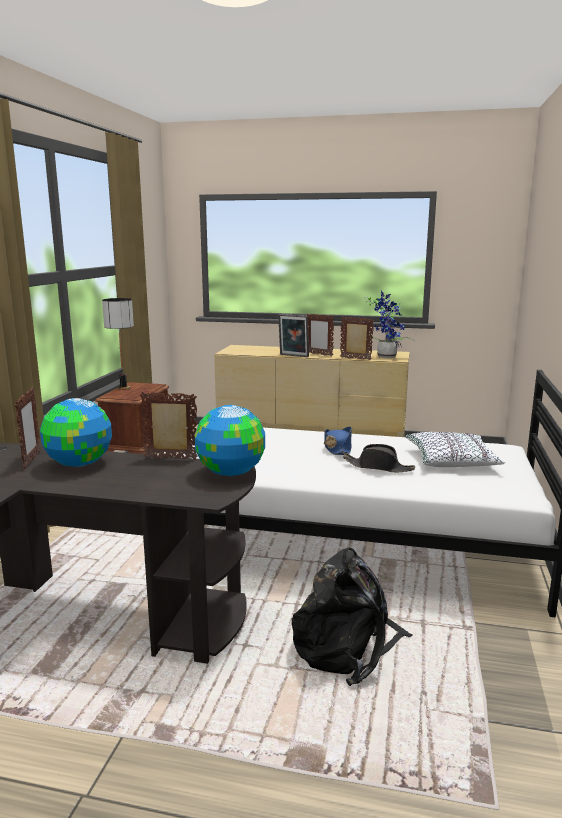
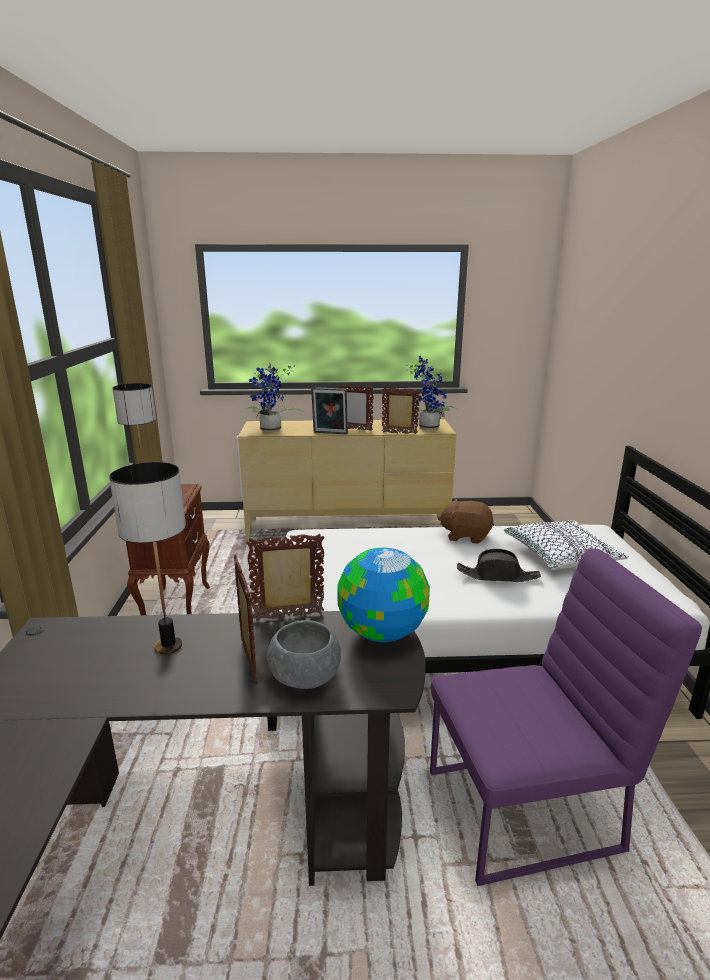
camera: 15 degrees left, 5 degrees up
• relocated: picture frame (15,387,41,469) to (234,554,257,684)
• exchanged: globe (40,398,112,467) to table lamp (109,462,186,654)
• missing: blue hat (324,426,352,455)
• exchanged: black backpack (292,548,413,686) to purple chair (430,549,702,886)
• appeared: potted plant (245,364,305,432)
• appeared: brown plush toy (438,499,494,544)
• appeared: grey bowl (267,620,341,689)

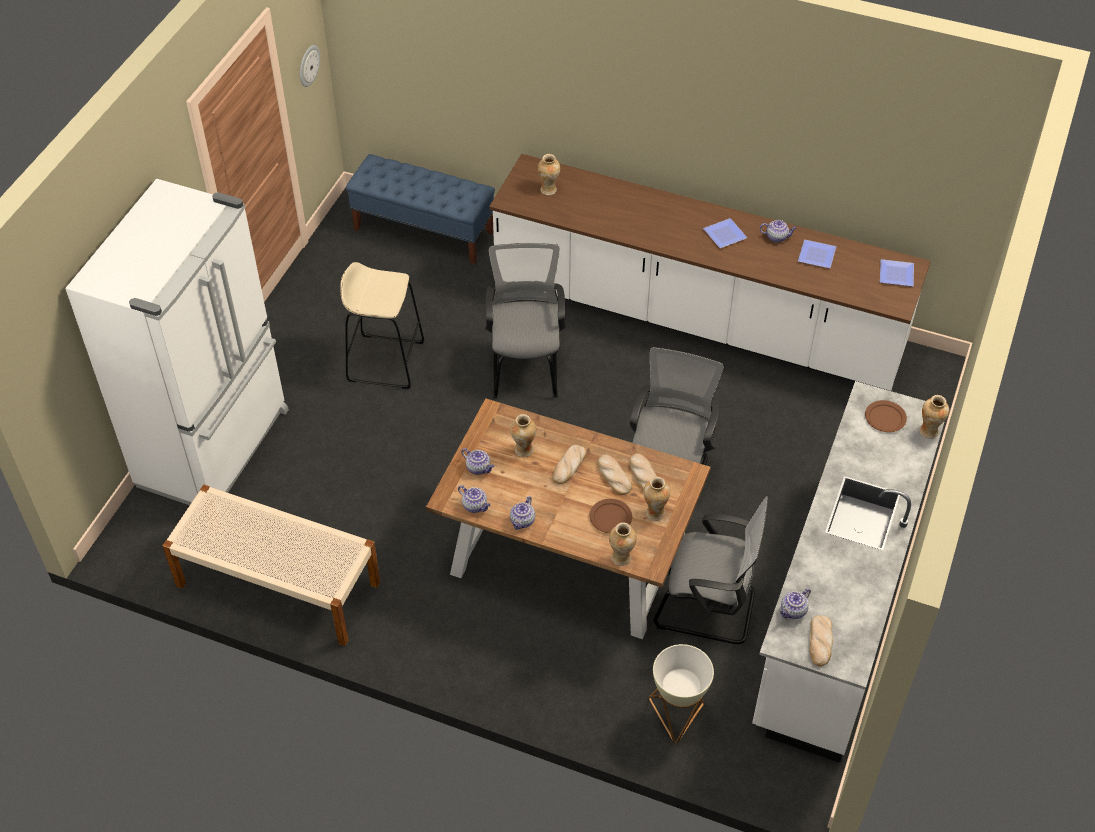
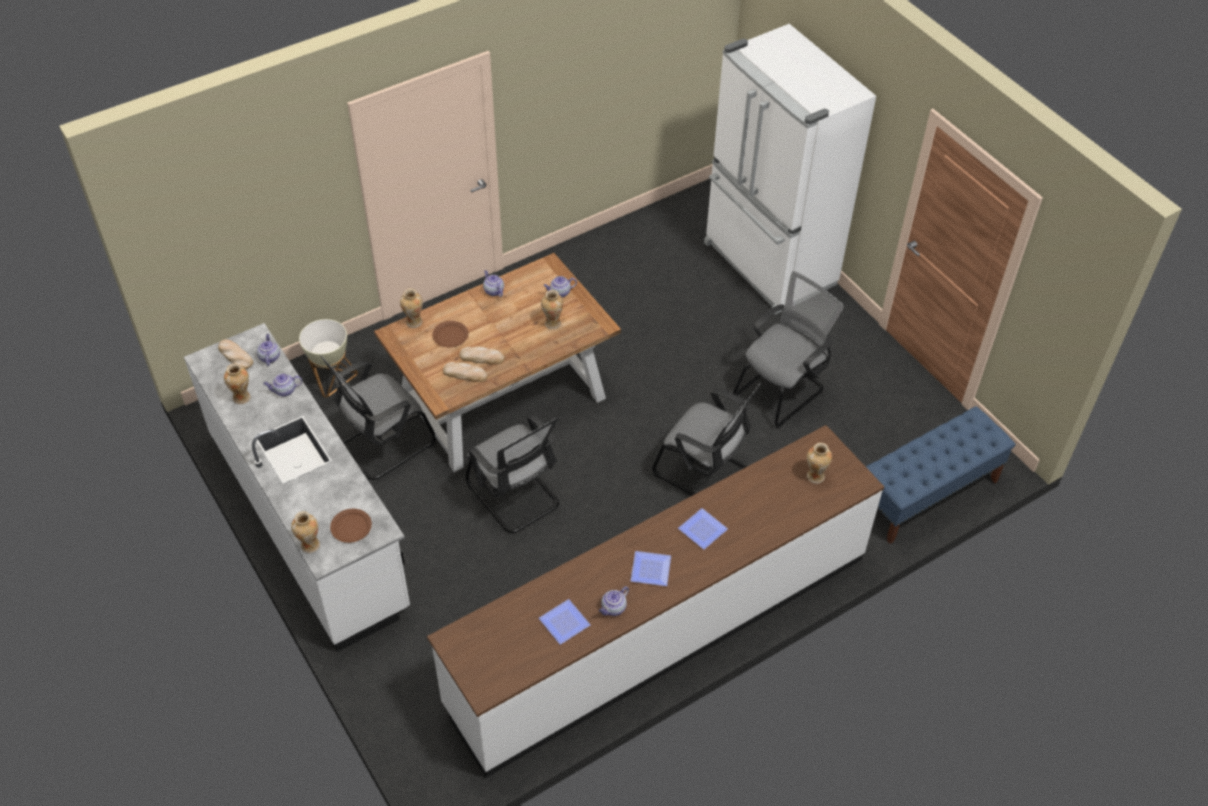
camera: 125 degrees right, 0 degrees up
• missing: wall clock (300,45,320,87)
• relocated: plate (880,259,914,287) to (678,508,728,549)
• exchanged: beige stool (341,262,424,389) to chair (733,271,844,429)
• missing: bread (552,445,586,484)
• relocated: vase (643,477,670,521) to (224,363,251,404)
• missing: beige bench (162,484,381,646)
• relocated: teapot (458,485,491,513) to (264,373,302,397)

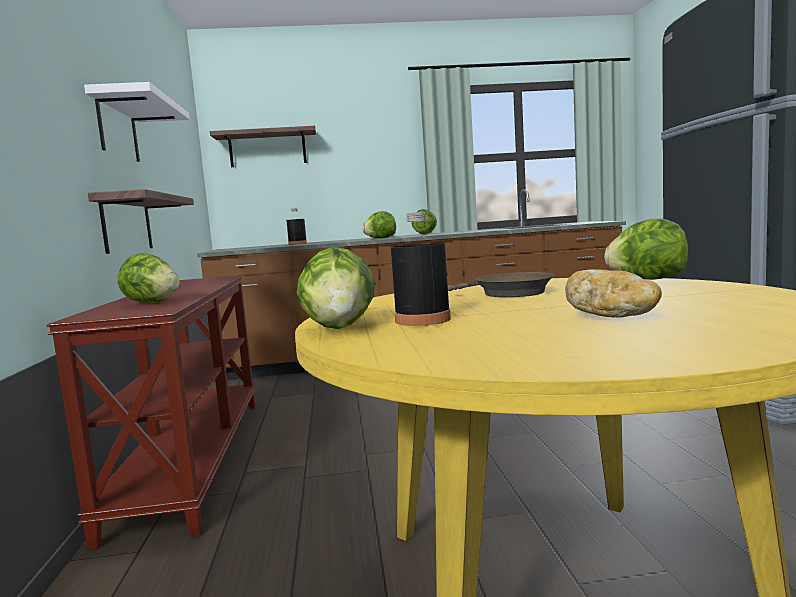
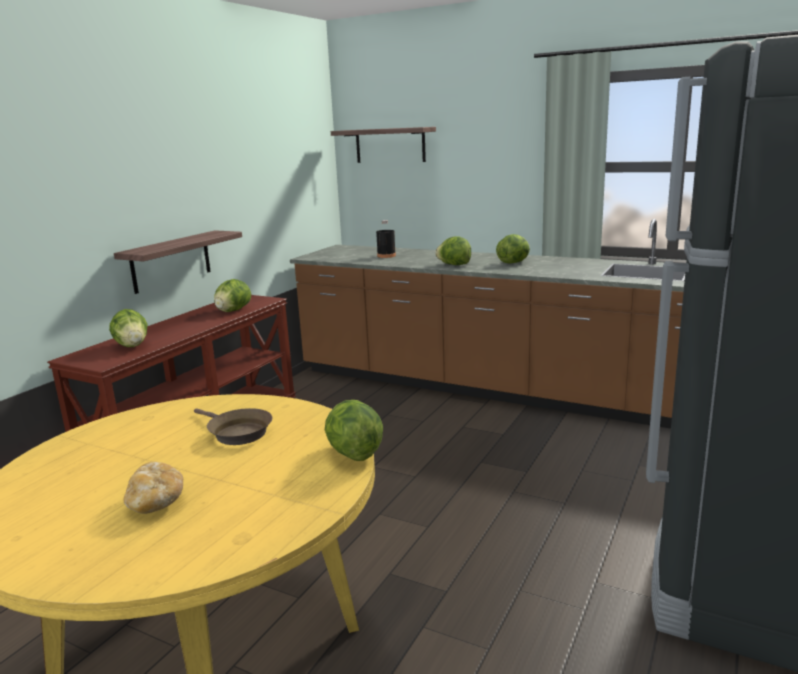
camera: 35 degrees right, 10 degrees up
• missing: white shelf (84,82,190,162)
• missing: black bottle (391,212,451,326)
• relocated: lettuce (296,247,375,329) to (214,279,251,312)

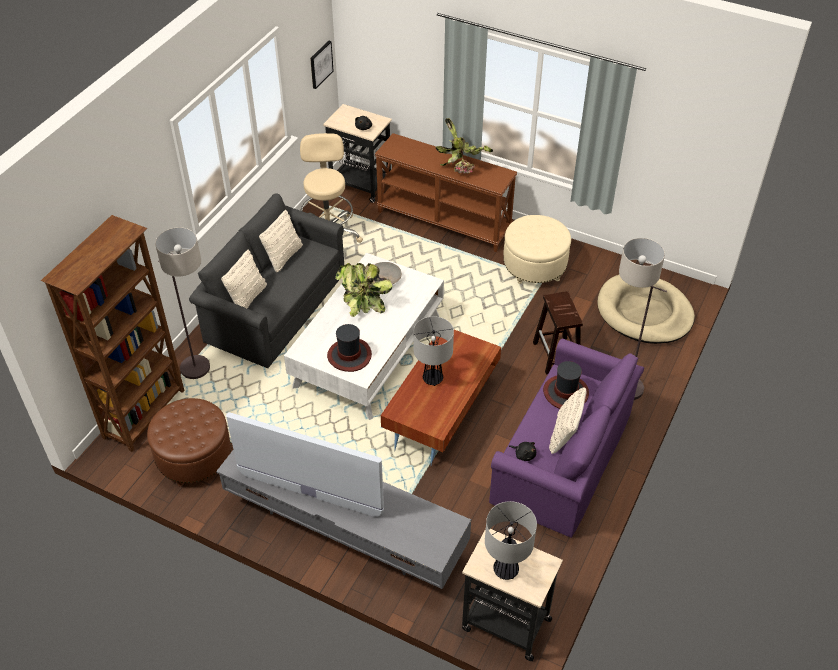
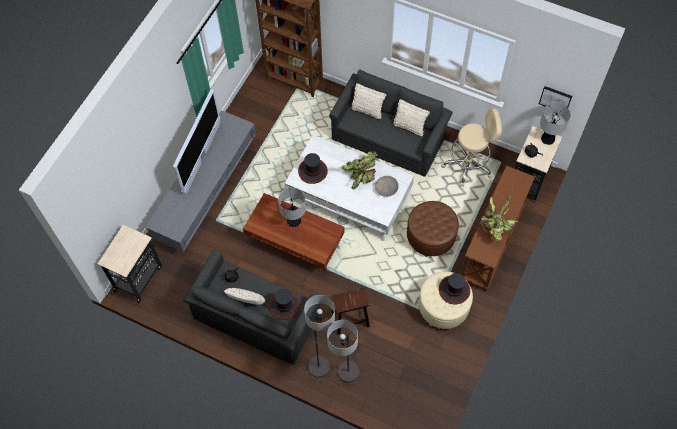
camera: 90 degrees right, 15 degrees up
• relocated: grey floor lamp (155,227,210,379) to (327,320,359,383)
• missing: beige dog bed (597,275,695,344)
• colour: purple sofa (489,339,644,538) to grey sofa (183,250,319,365)
• relocated: brown ottoman (147,398,231,486) to (407,201,459,257)
• relocated: table lamp (485,501,537,580) to (540,102,571,145)
• appeared: hat (439,273,470,304)

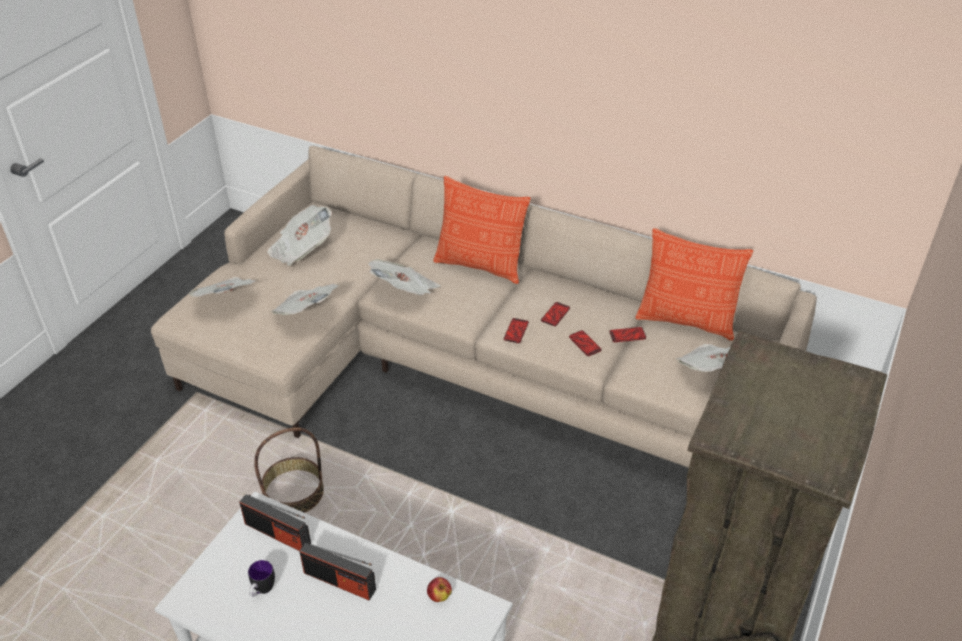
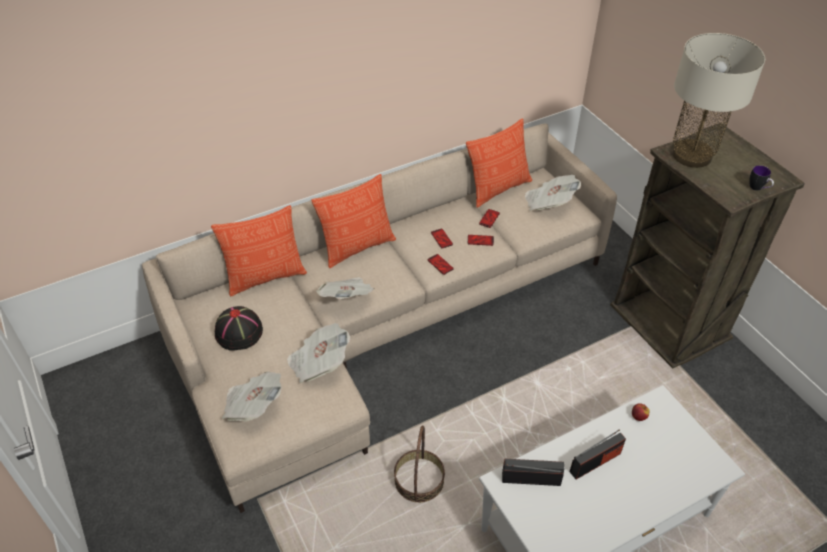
camera: 55 degrees left, 5 degrees up
• exchanged: newspaper (267,205,332,266) to black hat (215,306,263,351)
• spun: radio (239,495,311,551) = (502,459,564,486) 150 degrees counterclockwise
• relocated: mug (248,560,275,597) to (749,165,774,191)
• appeared: table lamp (673,33,765,168)
• appeared: orange pillow (211,205,307,296)

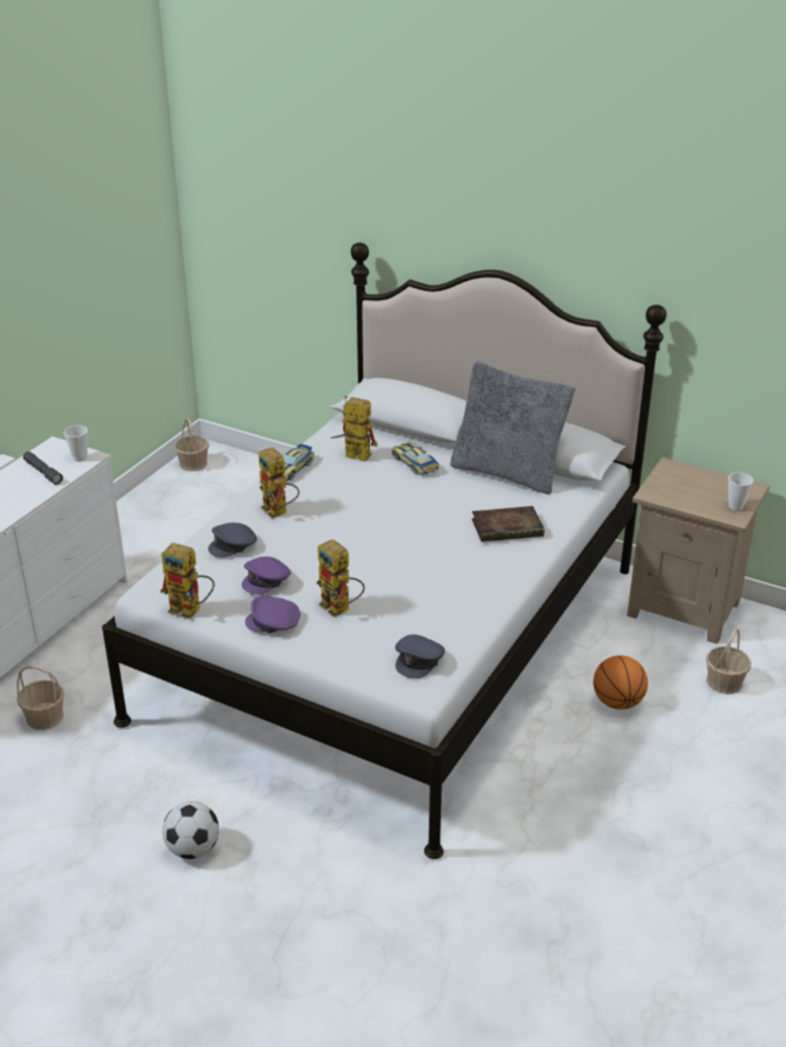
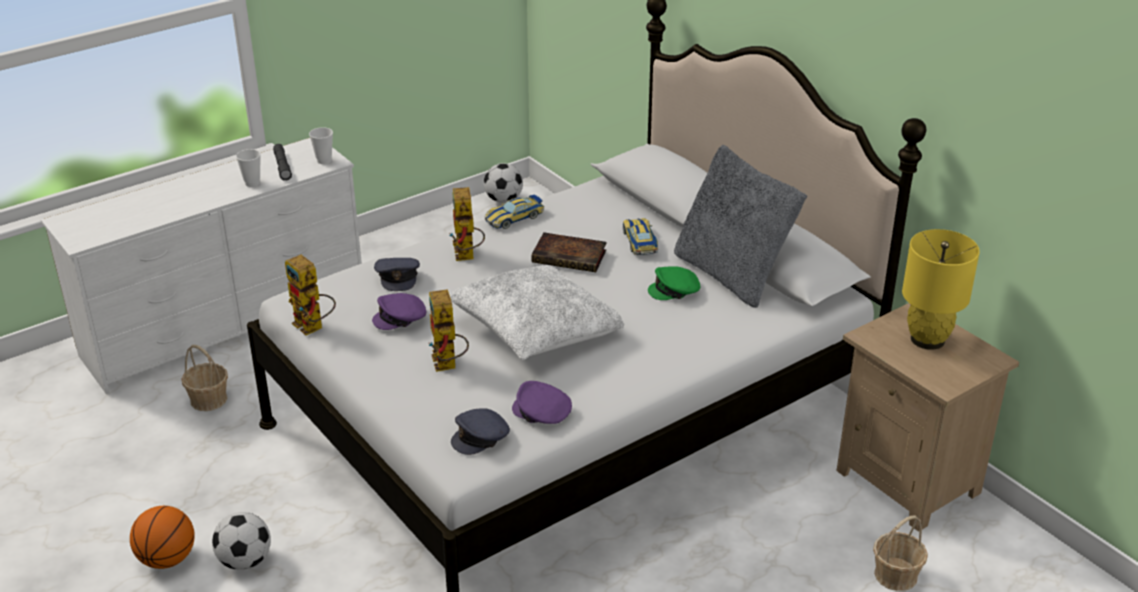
camera: 25 degrees right, 0 degrees up
• missing: toy robot (331,396,378,462)
• exchanged: basket (174,418,209,471) to football (484,163,523,203)
• relocated: cup (728,472,753,510) to (236,149,261,187)
• relocated: book (472,506,544,542) to (531,232,607,272)
• spun: grey cap (208,523,257,558) = (374,258,420,291) 90 degrees counterclockwise
• relocated: purple cap (245,596,300,633) to (512,381,572,424)
• relocated: basketball (593,655,648,710) to (130,506,195,569)
• appeared: yellow table lamp (902,229,980,350)
• appeared: white pillow (449,265,624,360)
• appeared: green cap (648,266,700,300)

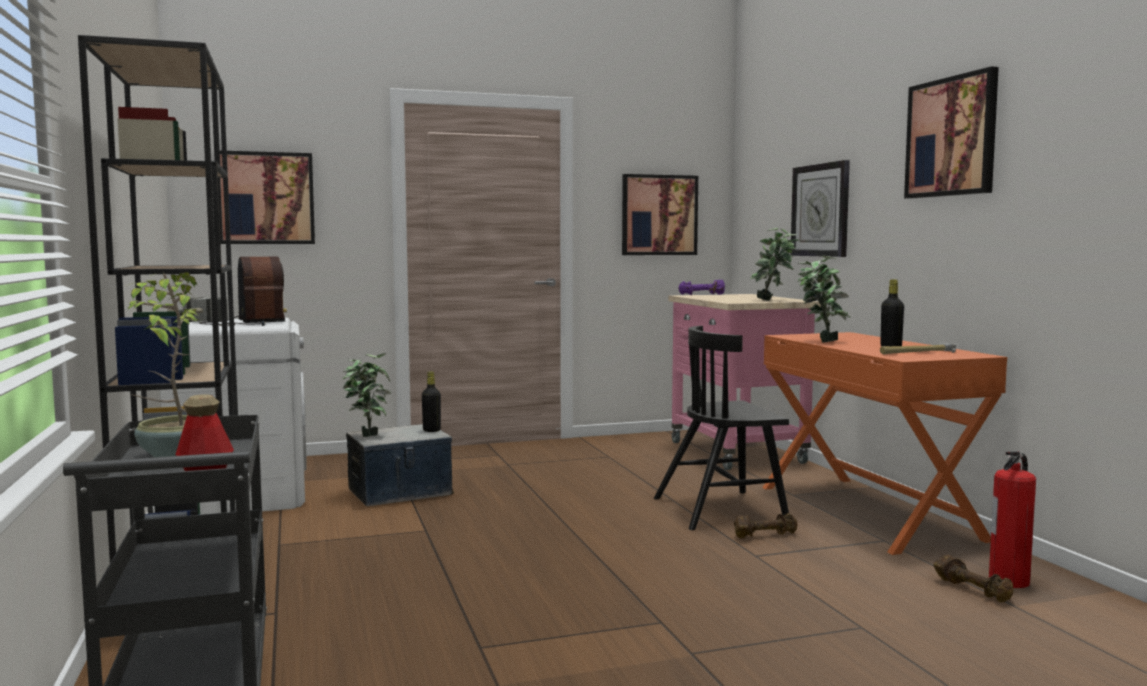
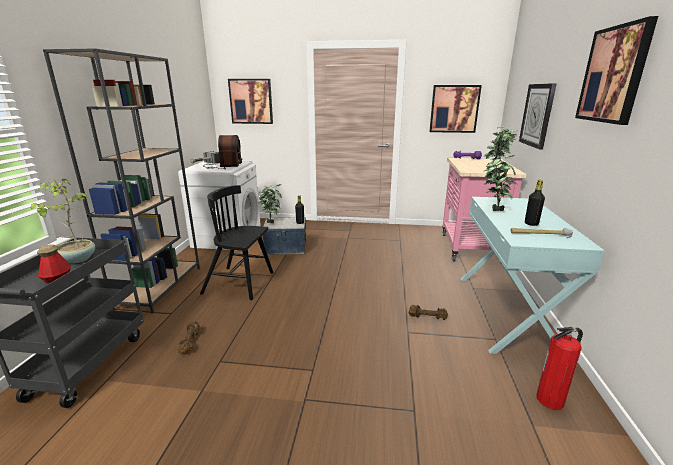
camera: 25 degrees right, 15 degrees up
• relocated: black chair (654,326,789,530) to (200,185,274,300)
• colour: orange desk (762,332,1007,555) to turquoise desk (461,197,605,354)
• relocated: brown dumbbell (933,554,1014,602) to (178,321,200,355)

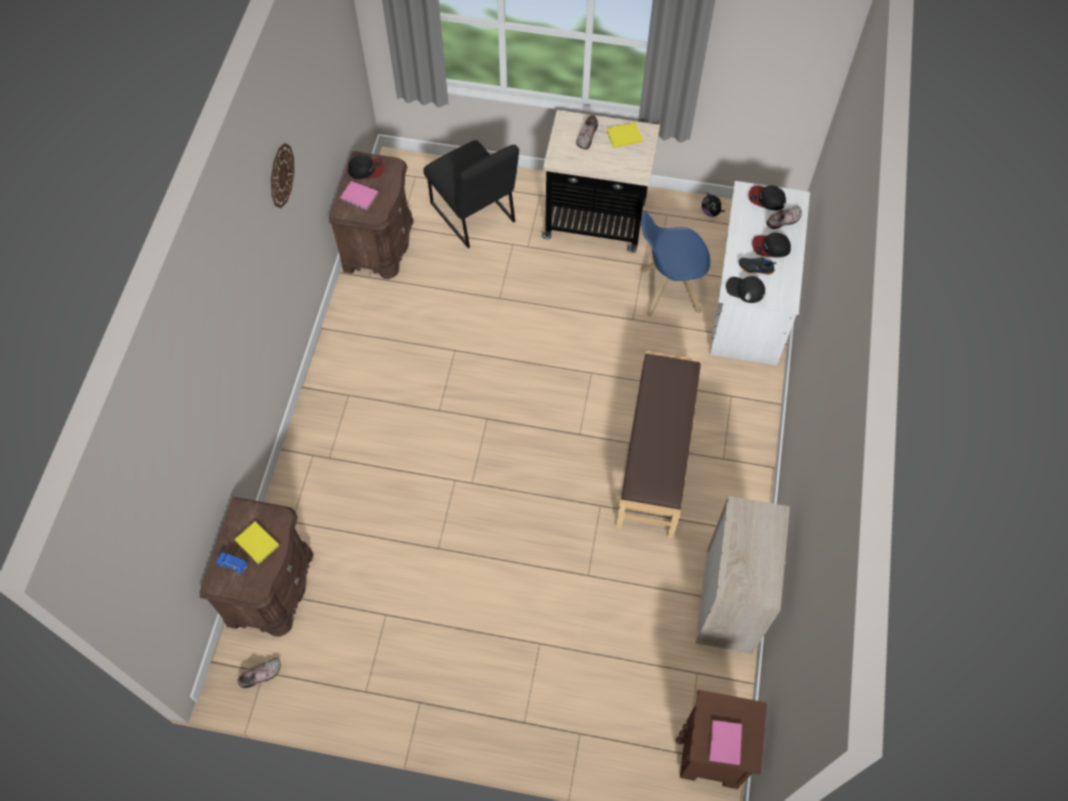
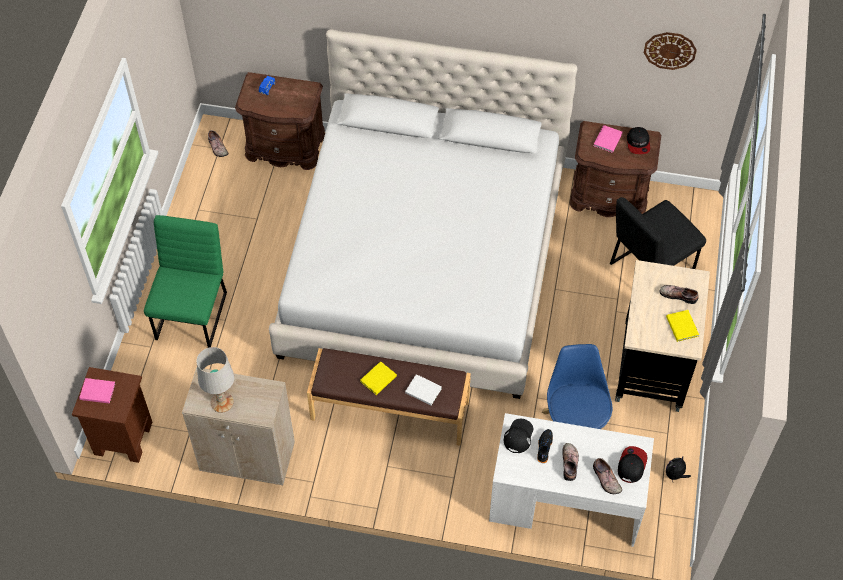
camera: 90 degrees right, 5 degrees down
• relocated: wall clock (271,143,294,208) to (644,32,697,70)
• exchanged: cap (752,233,791,257) to shoe (562,443,579,481)
• relocated: yellow book (234,522,280,564) to (360,361,397,395)
• appeared: white bed (269,29,577,399)
• appeared: green chair (144,215,227,348)
• appeared: white table lamp (197,347,234,413)
• appeared: white book (405,374,442,406)

